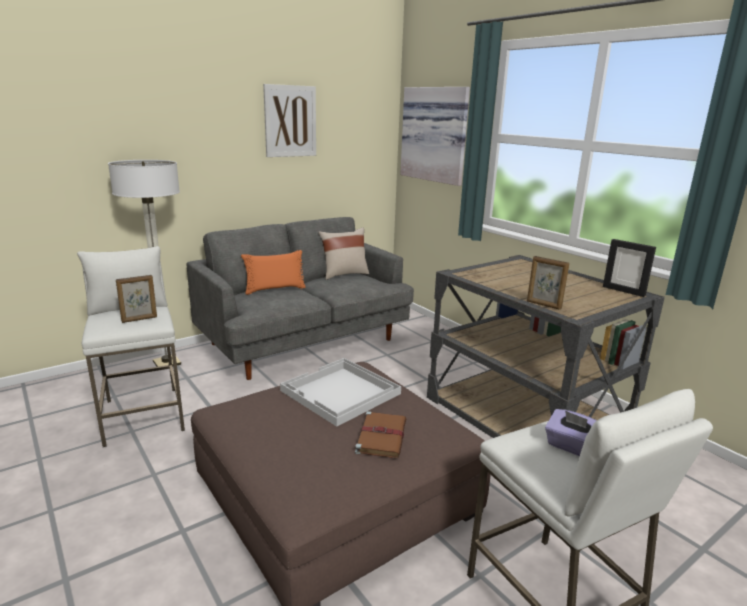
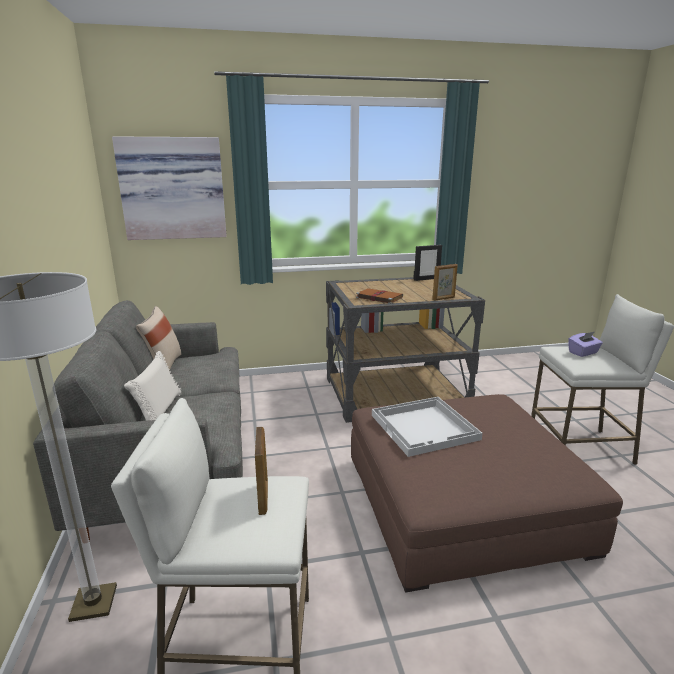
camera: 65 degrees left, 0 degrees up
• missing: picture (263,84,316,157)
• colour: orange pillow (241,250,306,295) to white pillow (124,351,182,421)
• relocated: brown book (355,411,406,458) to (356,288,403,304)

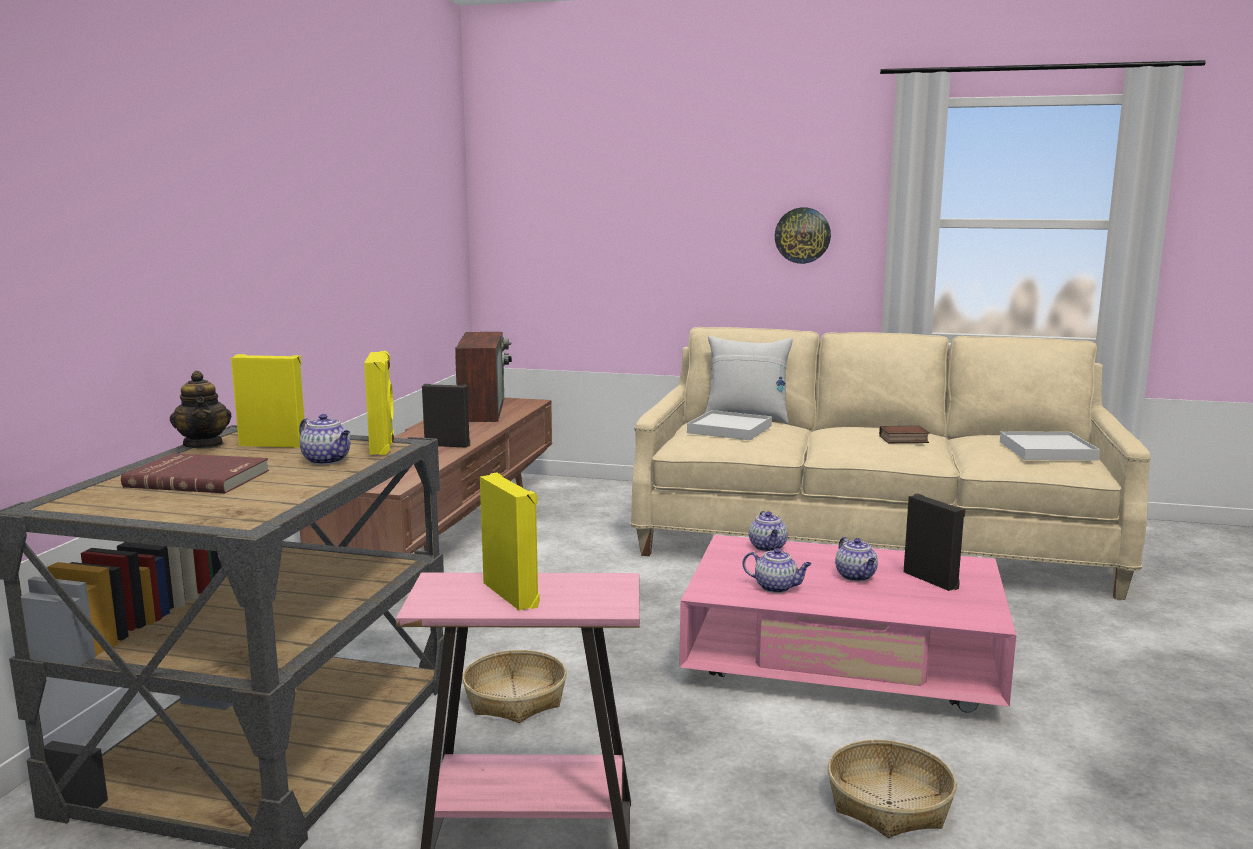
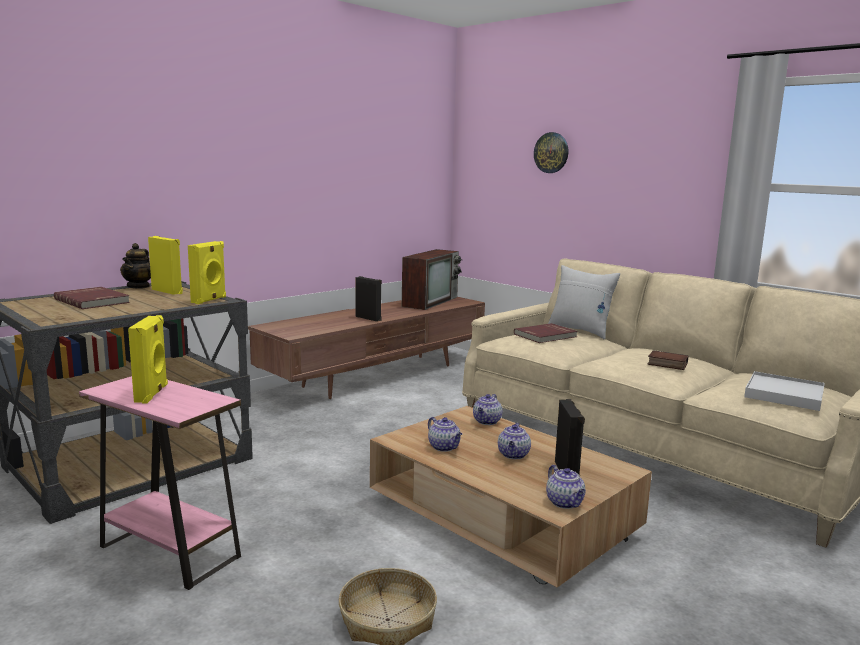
camera: 30 degrees right, 0 degrees up
• relocated: wall clock (775,207,831,264) to (534,132,568,173)
• exchanged: white tray (687,410,772,440) to red book (514,323,578,343)
• relocated: teapot (299,414,350,465) to (546,465,586,509)
• colour: pink coffee table (680,535,1016,713) to brown coffee table (370,406,652,588)
• missing: basket (462,650,567,723)

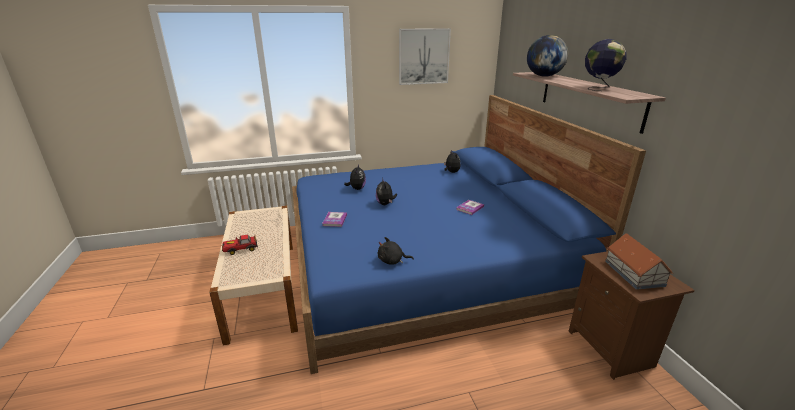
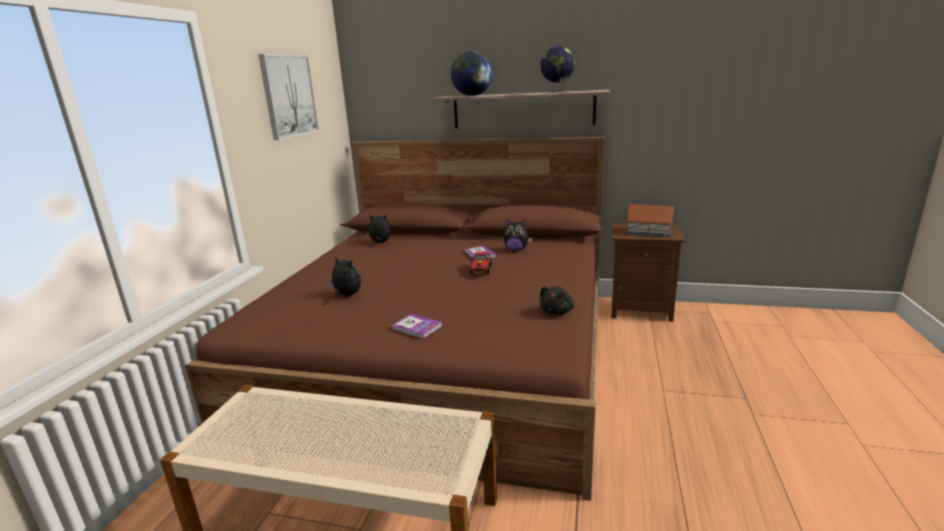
camera: 60 degrees left, 5 degrees down
• colour: blue bed (292,95,646,374) to brown bed (185,137,605,501)
• relocated: plush toy (376,178,397,205) to (504,219,532,251)
• relocated: toy car (222,234,258,255) to (469,252,493,274)

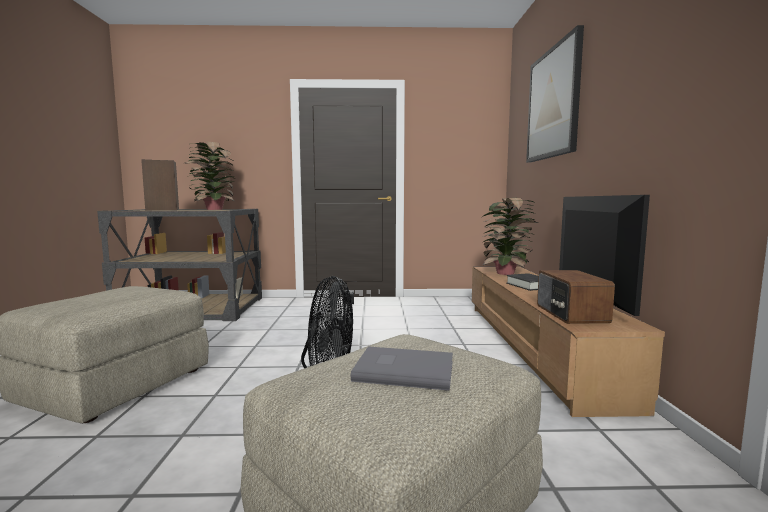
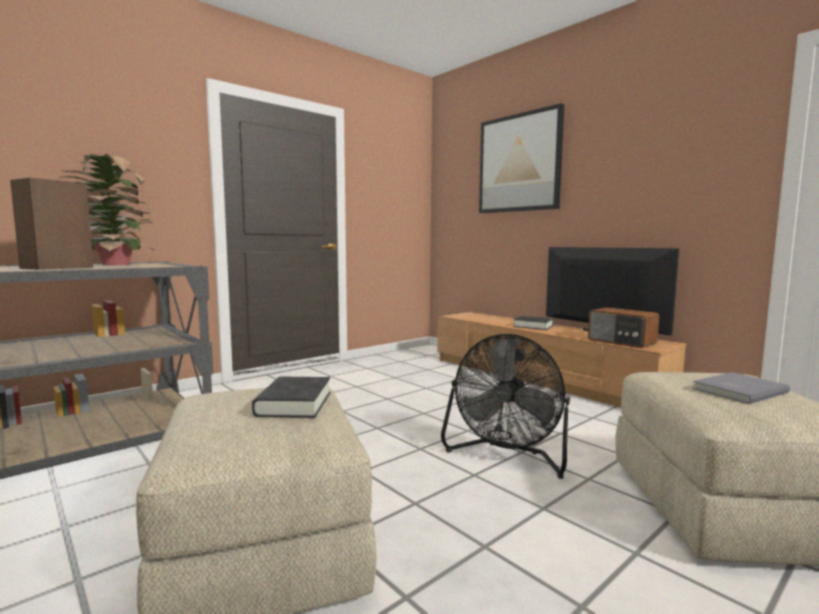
camera: 40 degrees left, 0 degrees up
• missing: potted plant (482,198,538,275)
• appeared: black book (252,377,331,418)

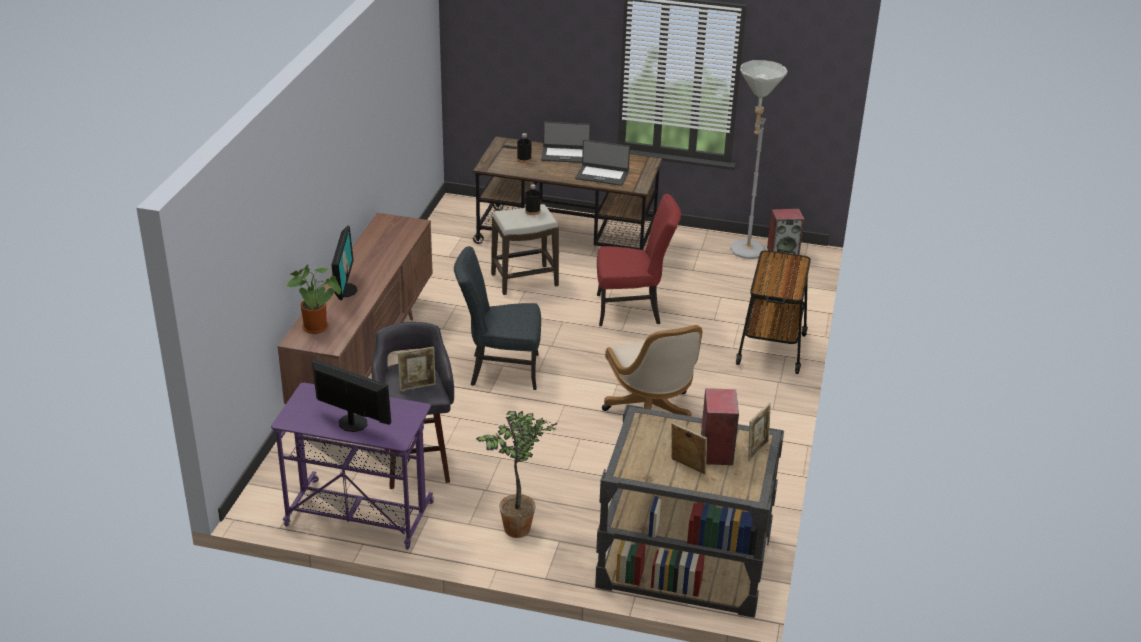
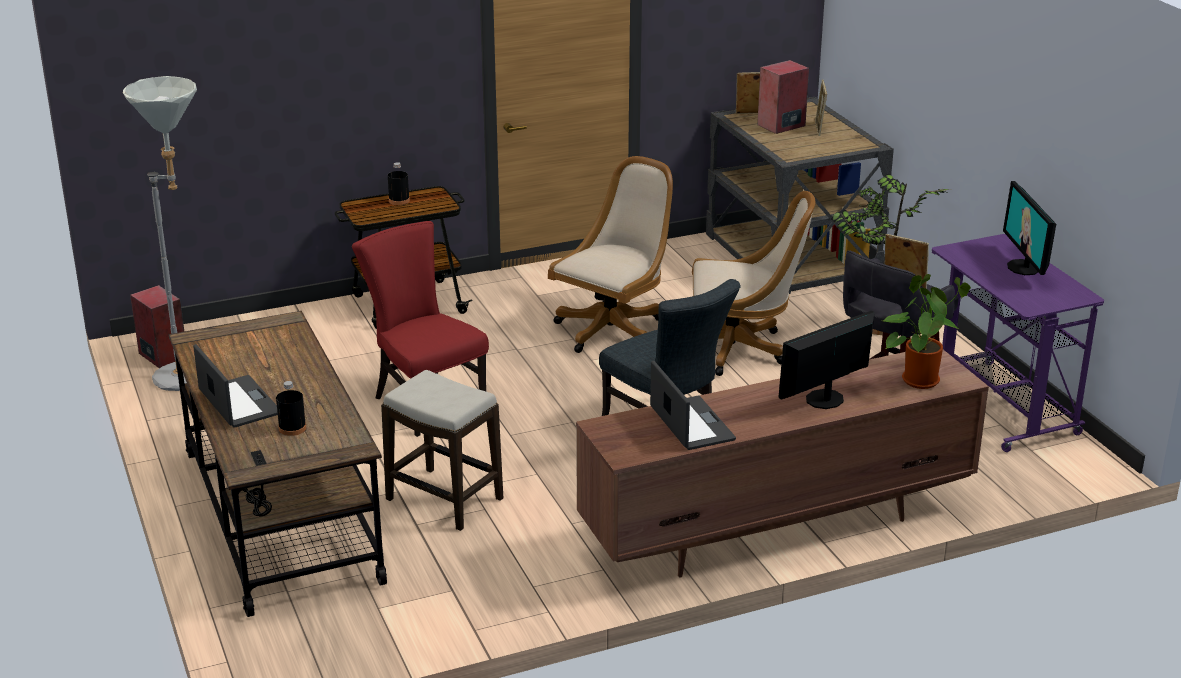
camera: 125 degrees left, 5 degrees down
• relocated: laptop (575,140,630,186) to (650,361,736,450)
• relocated: black bottle (525,184,540,215) to (388,162,410,205)
• appeared: office chair (692,191,816,376)

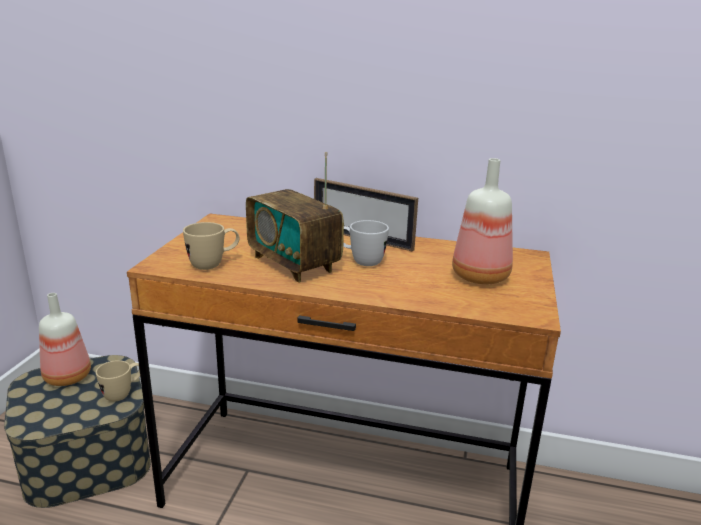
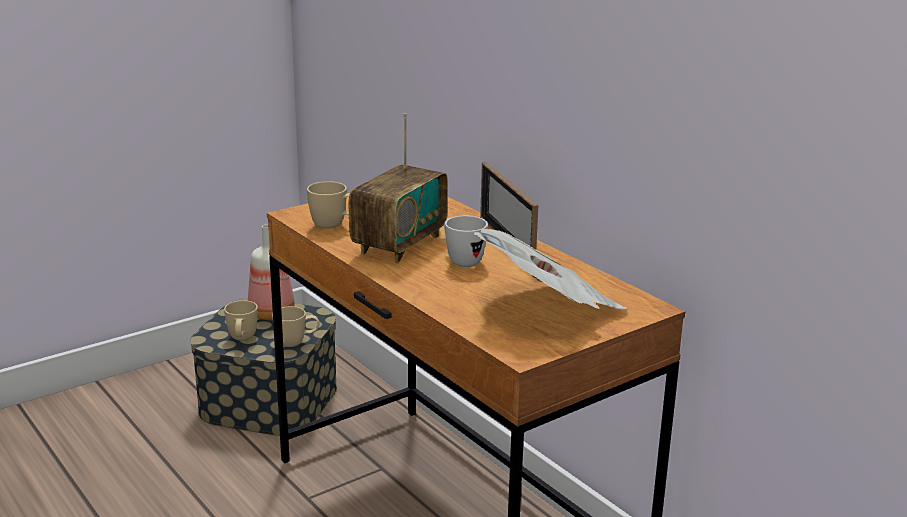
camera: 40 degrees right, 0 degrees up
• spun: radio (246,152,344,283) = (349,113,448,263) 150 degrees counterclockwise
• exchanged: bottle (452,158,513,284) to newspaper (472,229,627,310)
• appeared: beige mug (224,300,258,341)

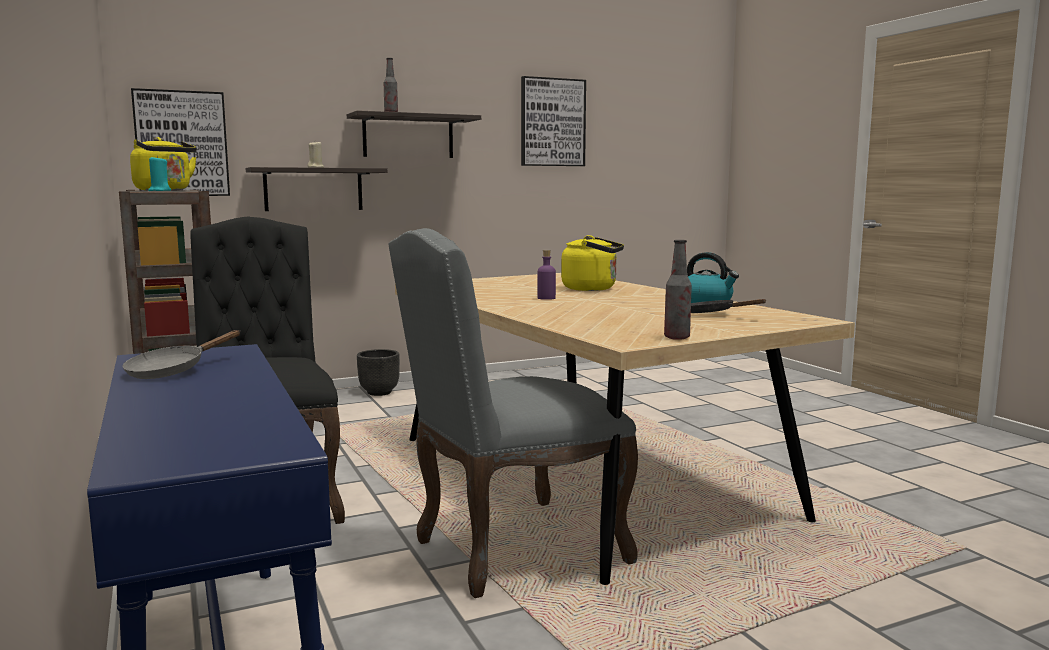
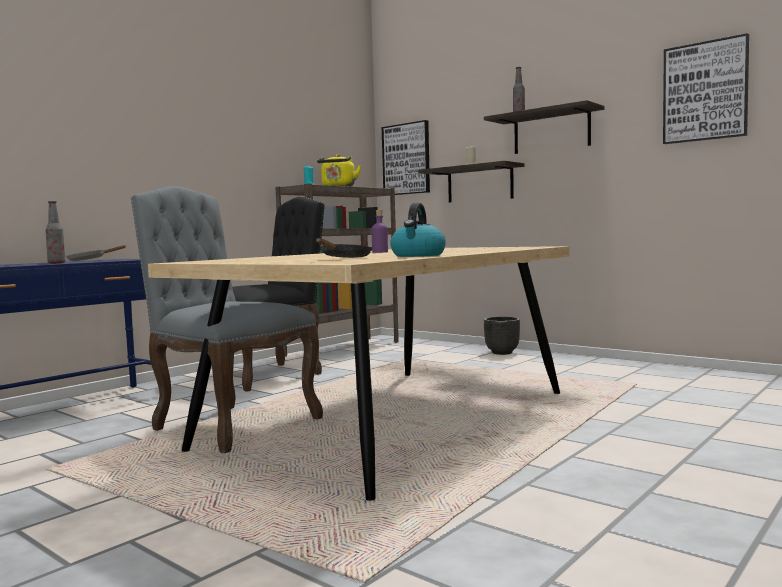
camera: 65 degrees right, 5 degrees down
• missing: yellow kettle (561,235,624,291)
• relocated: bottle (664,240,692,340) to (46,201,66,264)

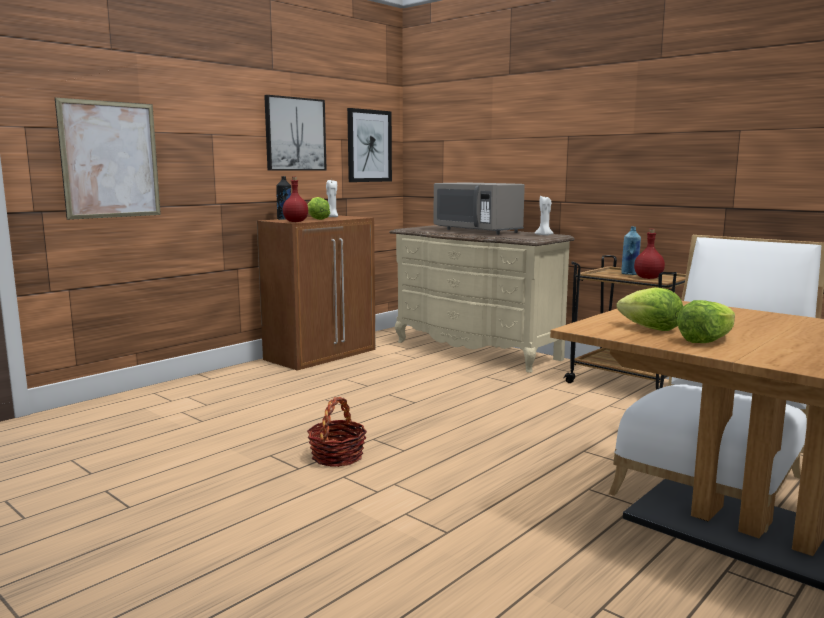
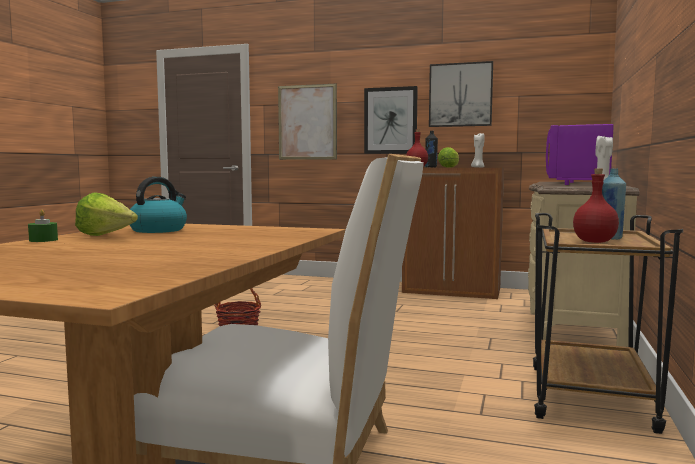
camera: 65 degrees right, 5 degrees down
• relocated: picture (347,108,392,182) to (364,86,418,154)
• colour: grey microwave (433,182,525,235) to purple microwave (546,124,614,185)
• exchanged: lettuce (616,287,683,331) to kettle (130,177,187,233)
• appeared: green candle (28,210,58,242)

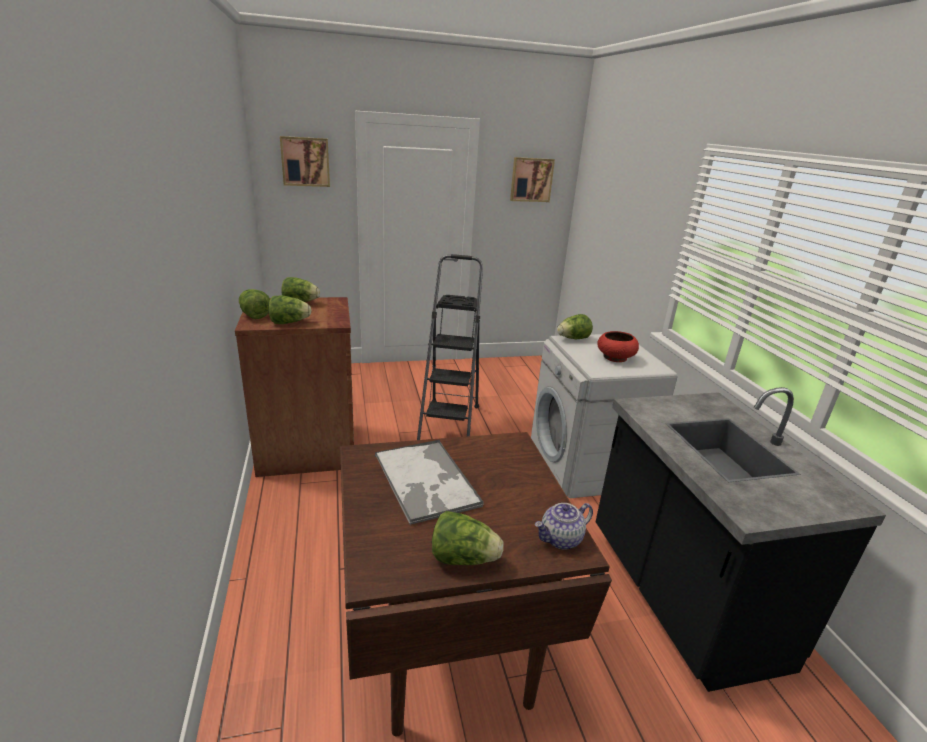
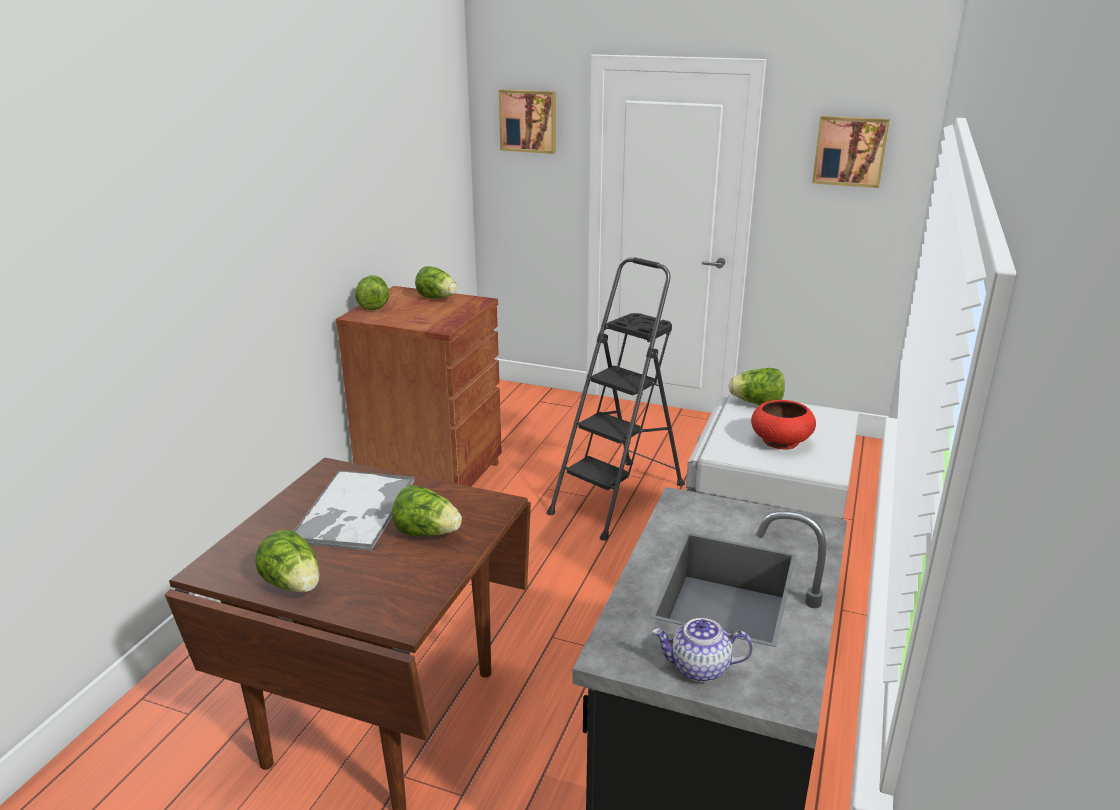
camera: 35 degrees right, 0 degrees up
• relocated: lettuce (268,295,311,324) to (392,485,462,536)
• relocated: teapot (535,503,593,550) to (652,618,753,682)

